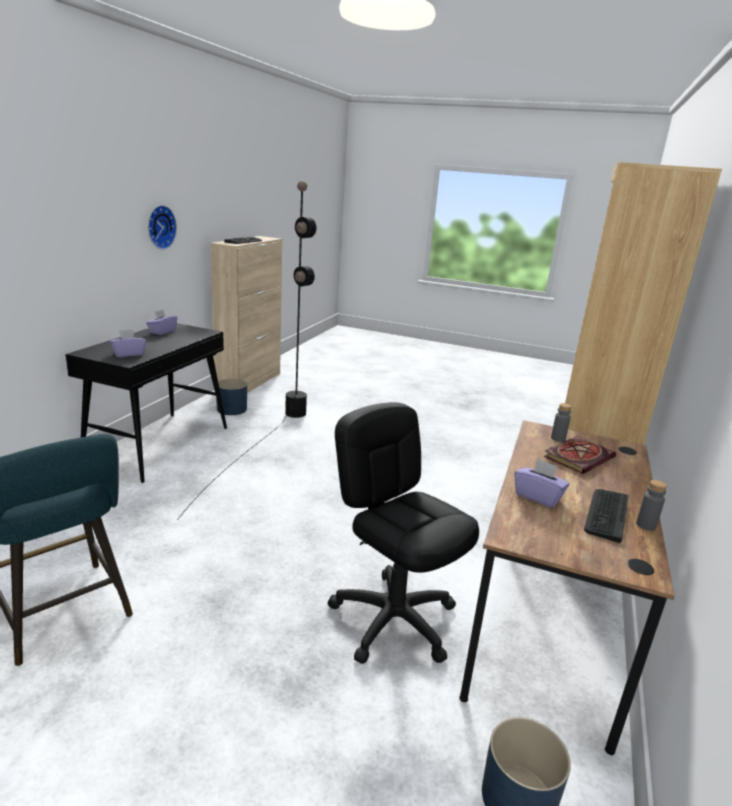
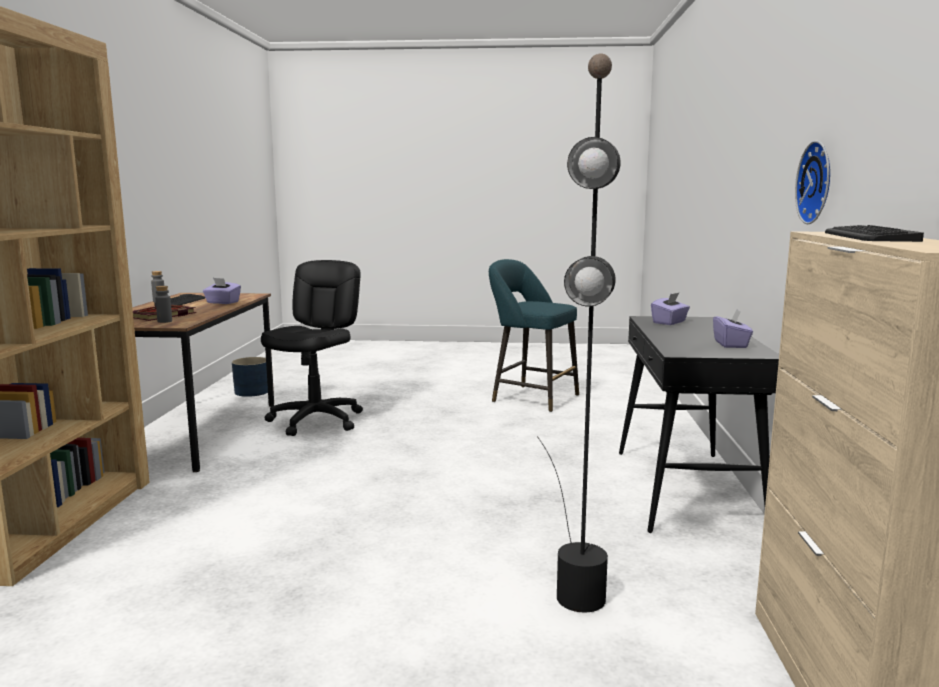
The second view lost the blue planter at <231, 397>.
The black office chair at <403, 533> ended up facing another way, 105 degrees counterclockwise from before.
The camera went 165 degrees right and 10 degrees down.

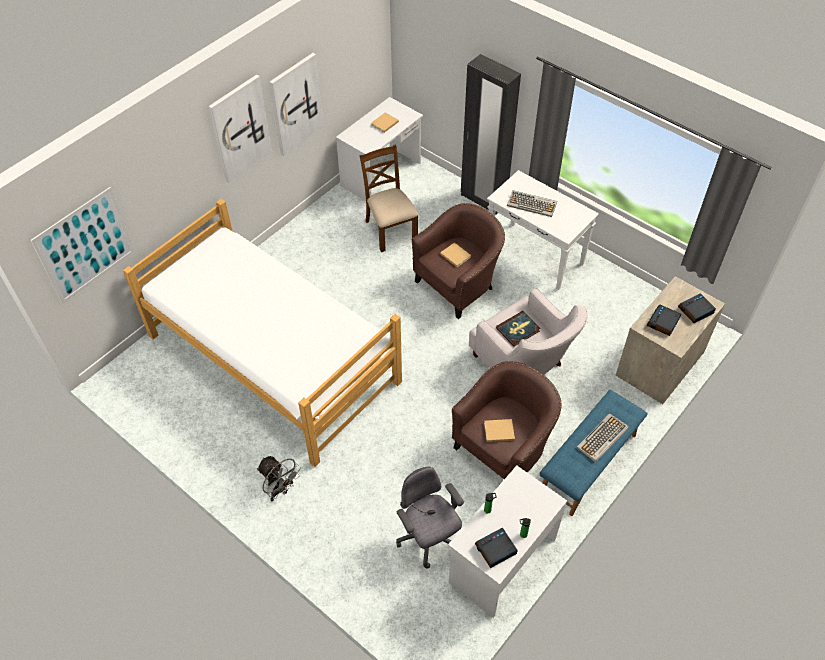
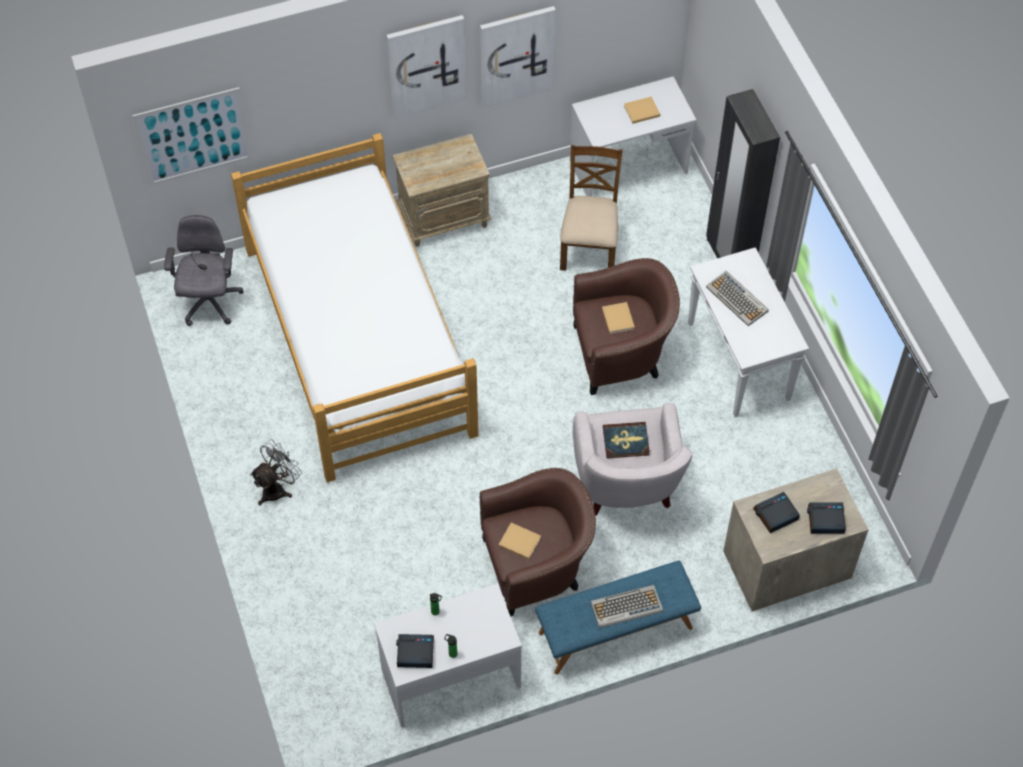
The grey fan at <279, 478> ended up facing another way, 120 degrees counterclockwise from before.
The grey office chair ended up elsewhere, having gone from <430, 517> to <204, 270>.
The second view gained the beige nightstand at <442, 190>.
The camera went 30 degrees right and 5 degrees up.

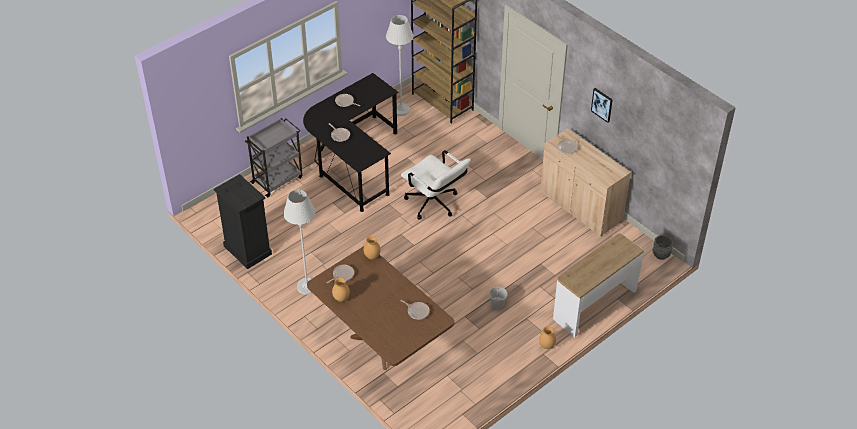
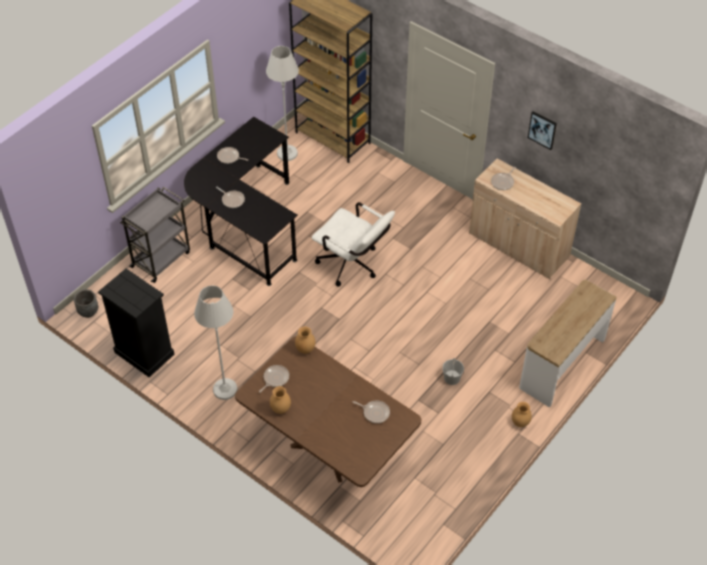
The grey planter ended up elsewhere, having gone from <663, 247> to <86, 303>.
The camera went 10 degrees left and 5 degrees up.

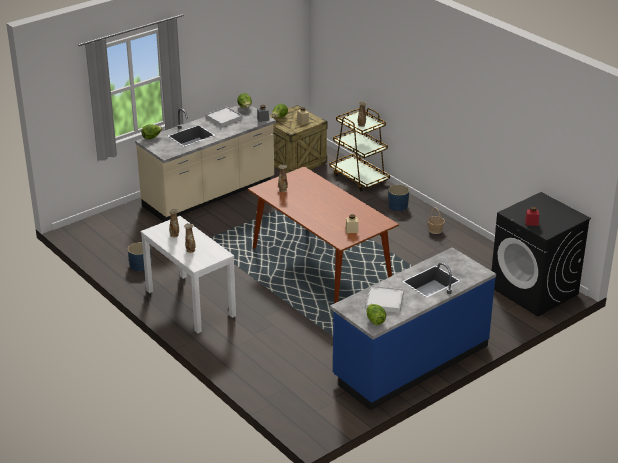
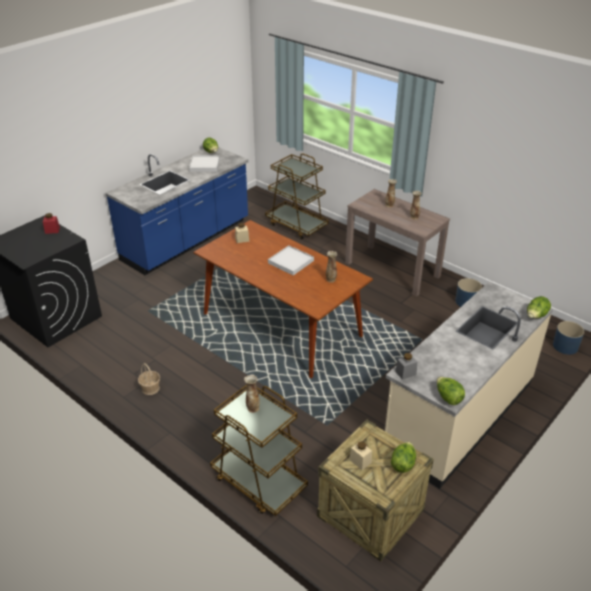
The white tray ended up elsewhere, having gone from <224, 117> to <291, 260>.
The blue planter ended up elsewhere, having gone from <398, 198> to <568, 338>.
What was the white console table at <188, 274> turned into the brown console table at <397, 243>.
The second view gained the brown cart at <297, 196>.
The camera went 170 degrees right and 5 degrees up.

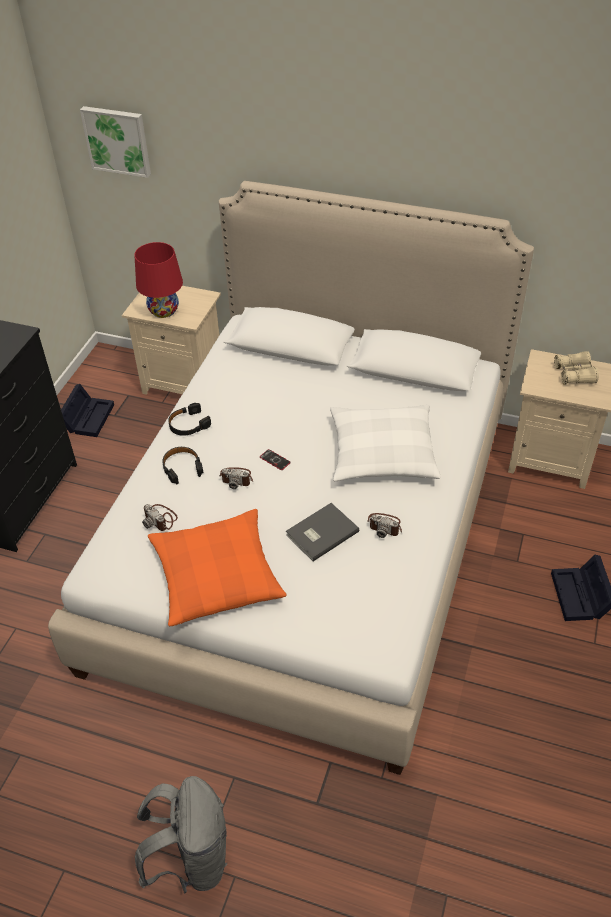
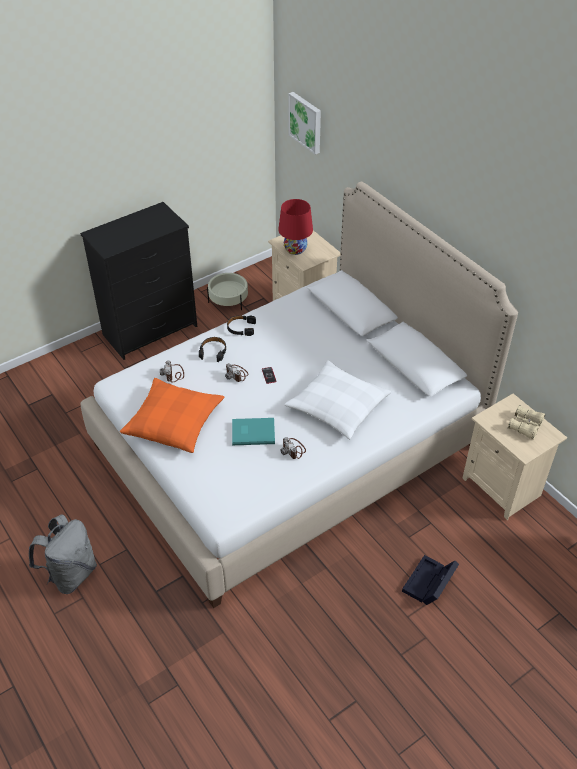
Where the black storage box stood at <87, 410>, the beige planter came to stand at <227, 292>.
What was the grey book at <322, 532> turned into the turquoise book at <253, 431>.
The camera went 35 degrees right and 0 degrees up.

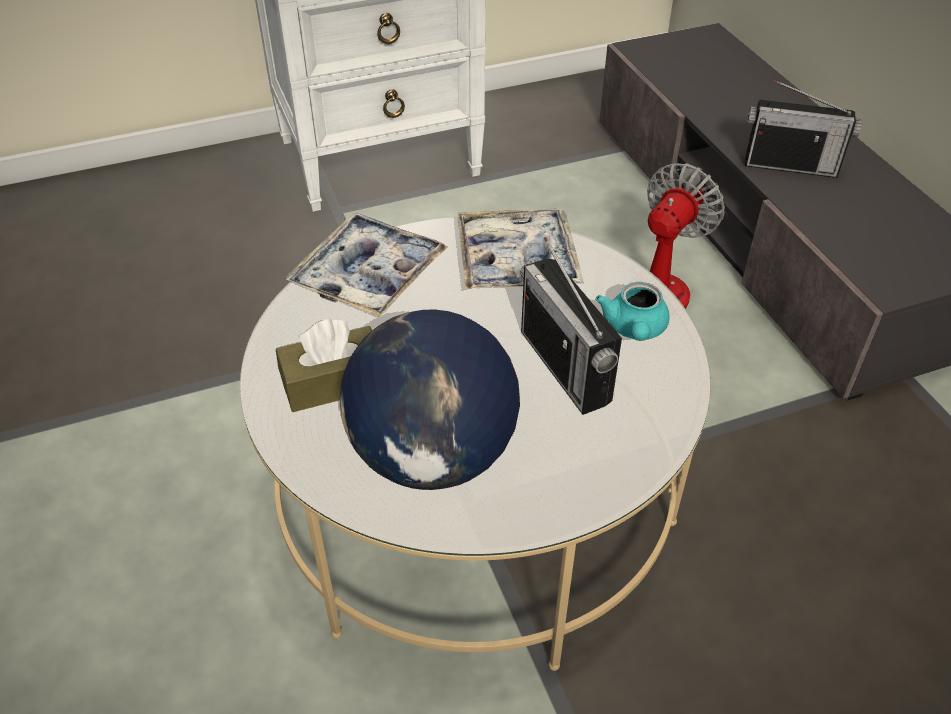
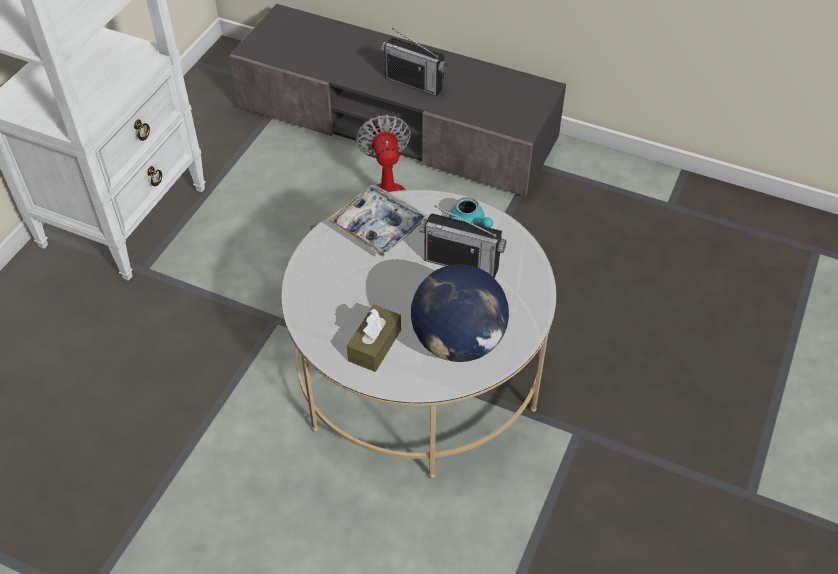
The radio at <803, 129> ended up facing another way, 60 degrees clockwise from before.
The second view lost the tray at <367, 265>.
The camera went 45 degrees left and 5 degrees up.

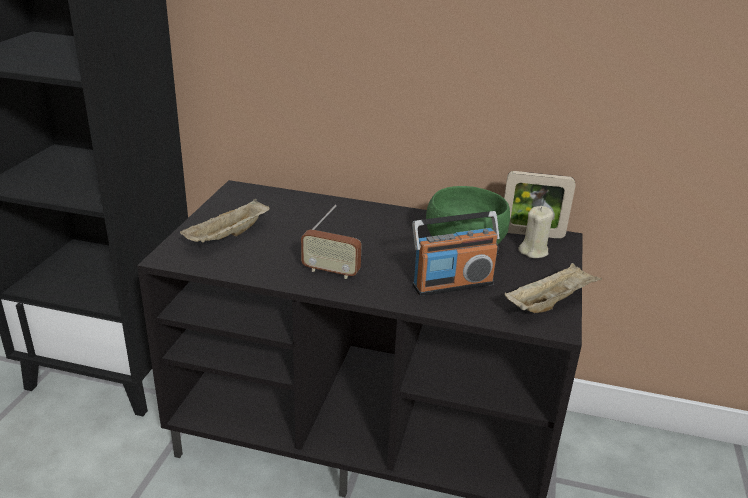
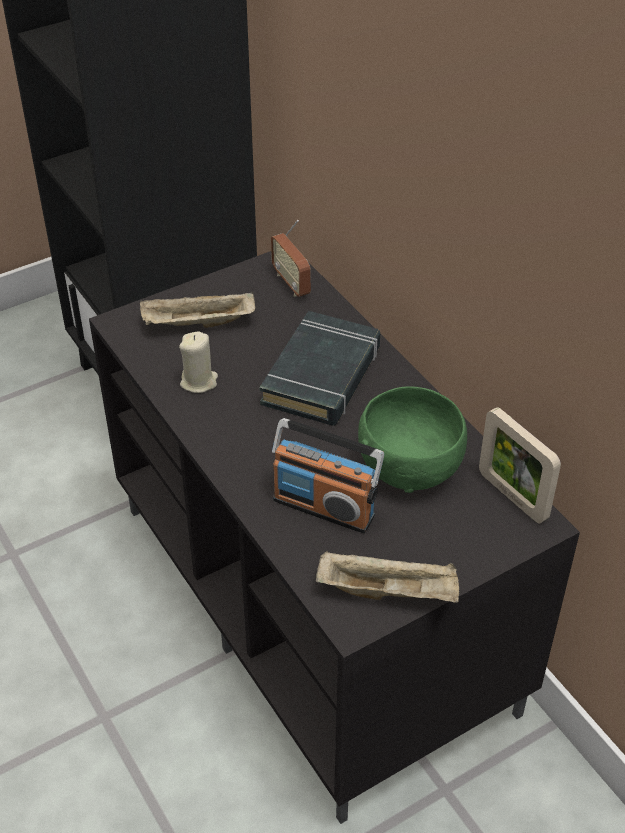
The radio ended up elsewhere, having gone from <331, 242> to <291, 258>.
The beige candle ended up elsewhere, having gone from <535, 232> to <198, 362>.
The second view gained the black book at <319, 368>.
The camera went 45 degrees right and 15 degrees up.

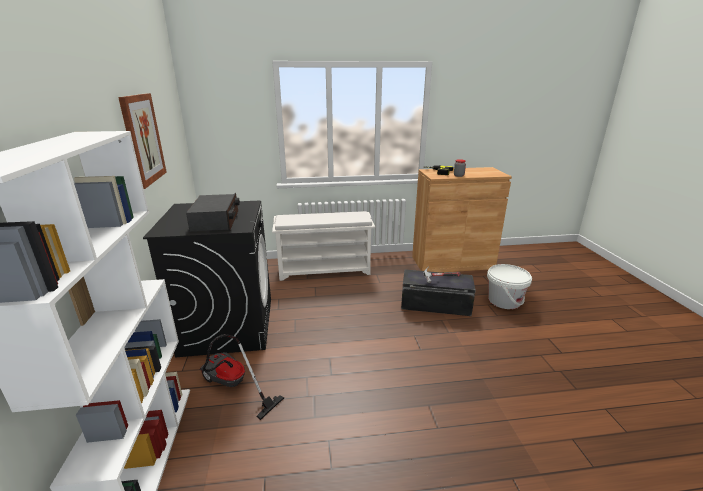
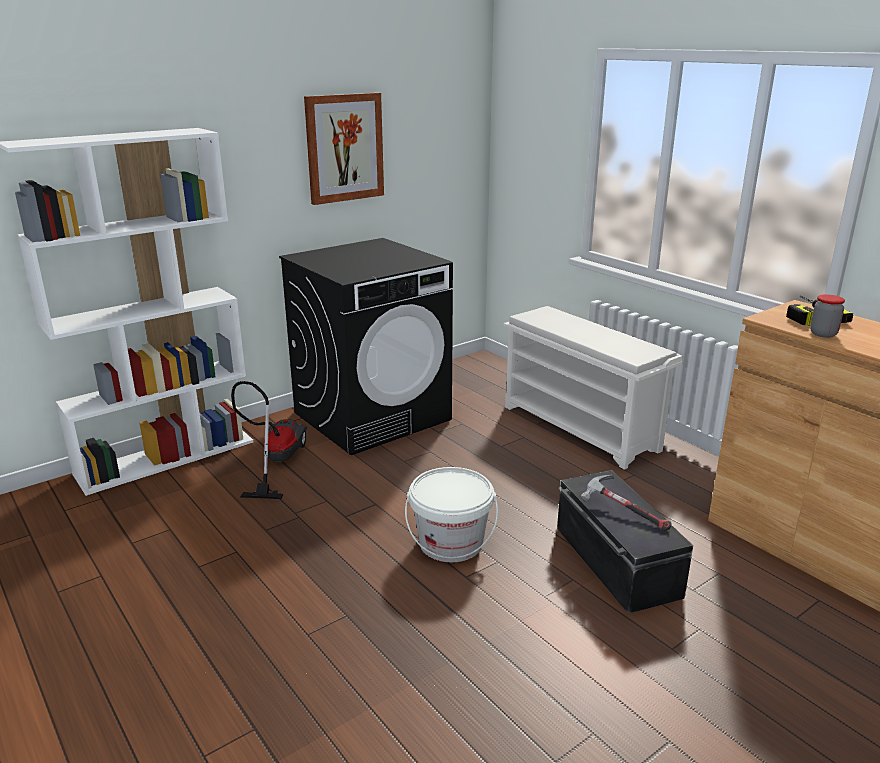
The second view lost the radio at <213, 212>.
The white bucket ended up elsewhere, having gone from <509, 286> to <451, 514>.
The camera went 60 degrees right and 0 degrees up.

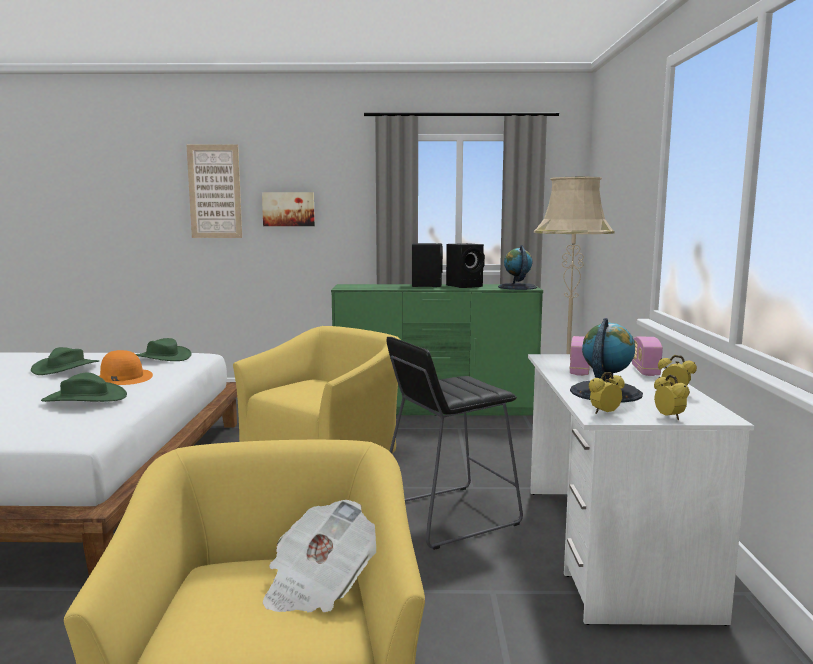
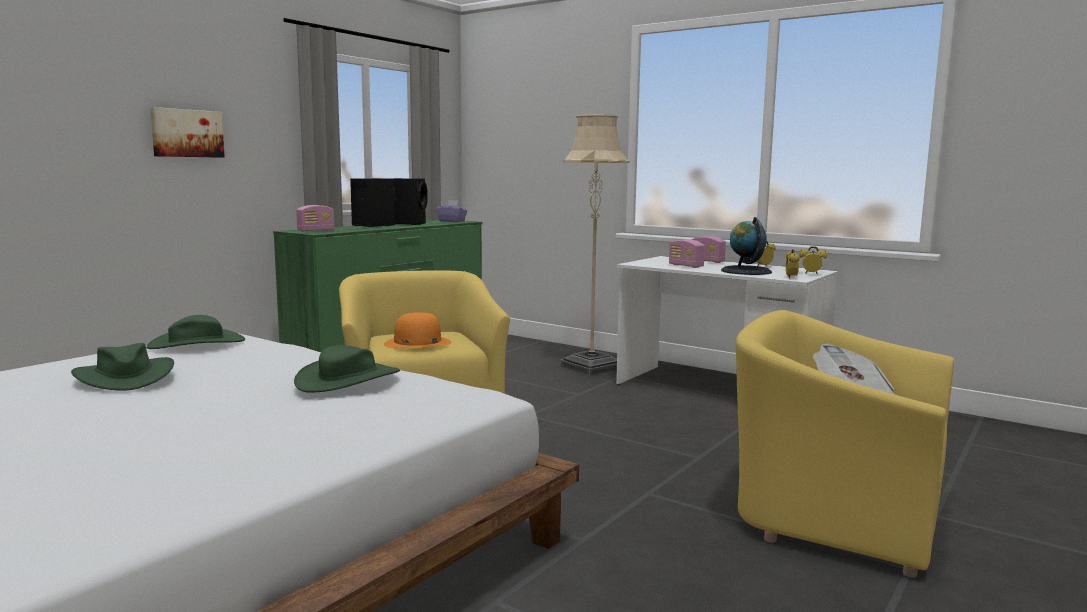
The second view lost the picture at <214, 191>.
Where the globe stood at <517, 267>, the purple tissue box came to stand at <451, 211>.
The second view lost the black stool at <454, 443>.
The orange hat ended up elsewhere, having gone from <126, 367> to <417, 330>.
The second view gained the radio at <315, 218>.
The camera went 55 degrees left and 0 degrees up.

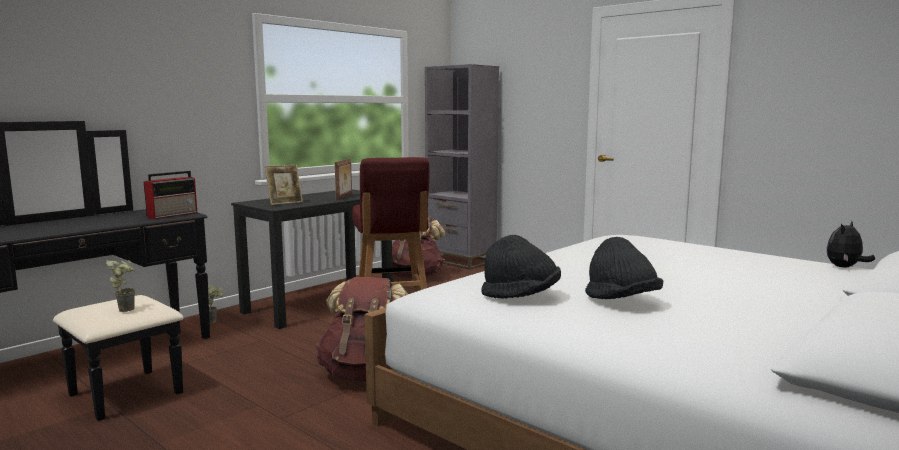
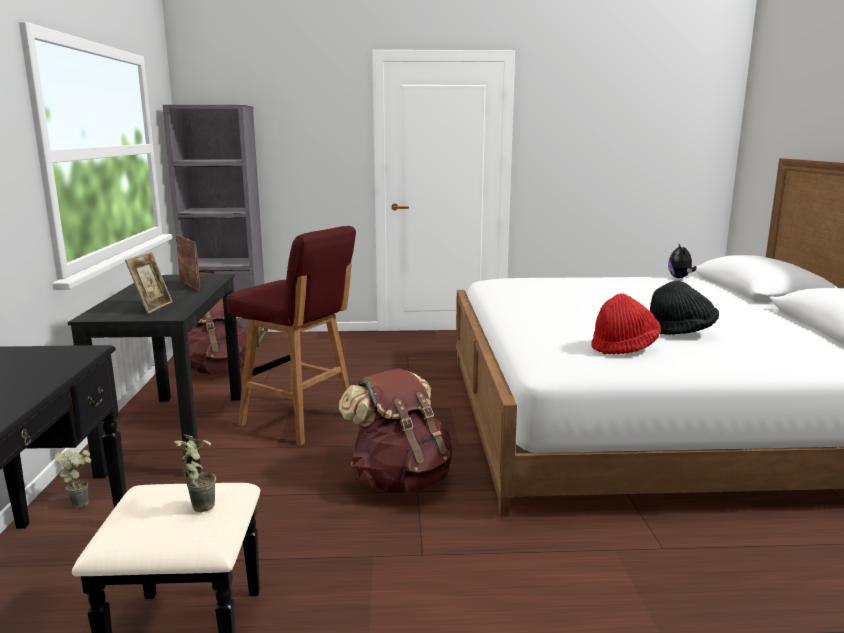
The second view lost the radio at <170, 195>.
What was the black hat at <521, 267> turned into the red hat at <626, 324>.
The camera went 45 degrees left and 5 degrees up.

